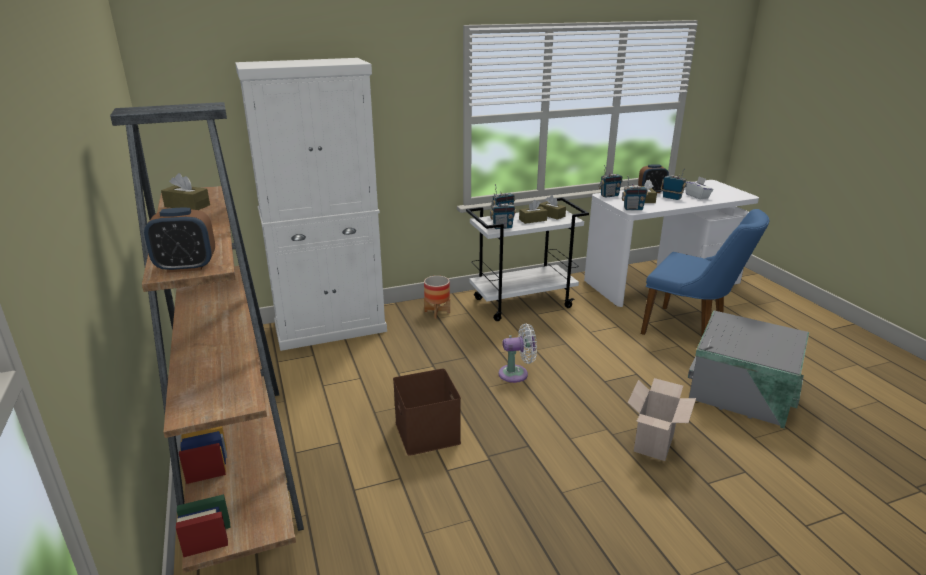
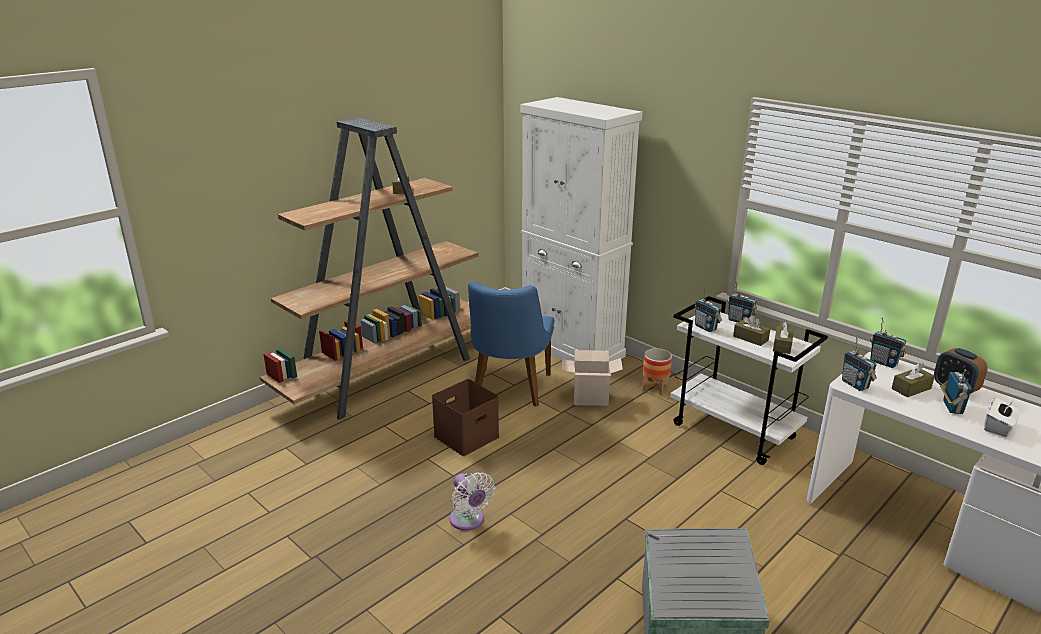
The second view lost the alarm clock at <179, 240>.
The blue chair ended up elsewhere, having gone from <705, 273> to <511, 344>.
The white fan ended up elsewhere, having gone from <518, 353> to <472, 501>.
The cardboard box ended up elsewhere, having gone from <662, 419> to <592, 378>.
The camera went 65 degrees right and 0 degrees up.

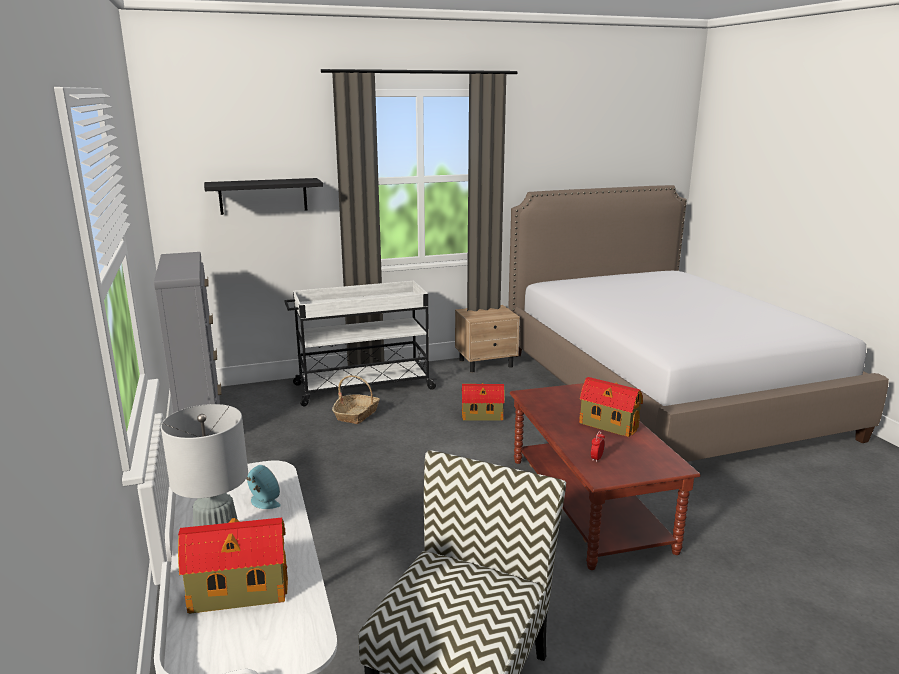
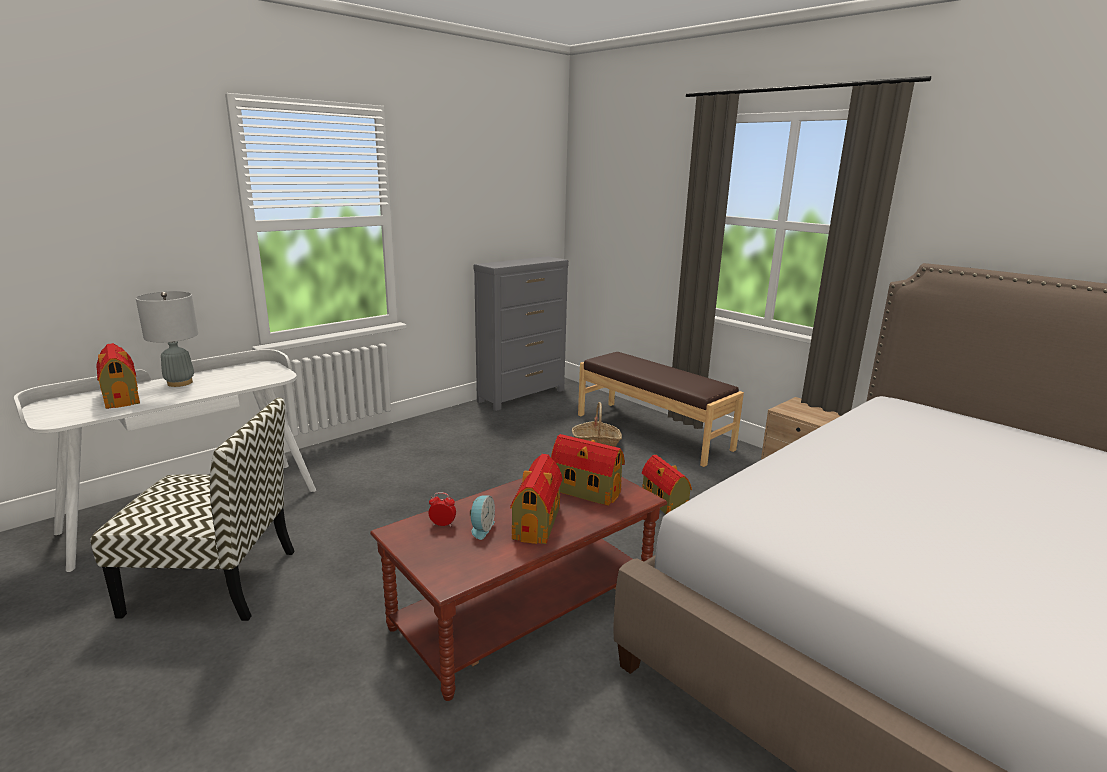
The second view lost the black shelf at <263, 196>.
Where the white cart stood at <360, 344>, the brown bench came to stand at <661, 409>.
The alarm clock ended up elsewhere, having gone from <263, 487> to <482, 517>.
The second view gained the toy house at <588, 470>.
The camera went 65 degrees right and 0 degrees up.

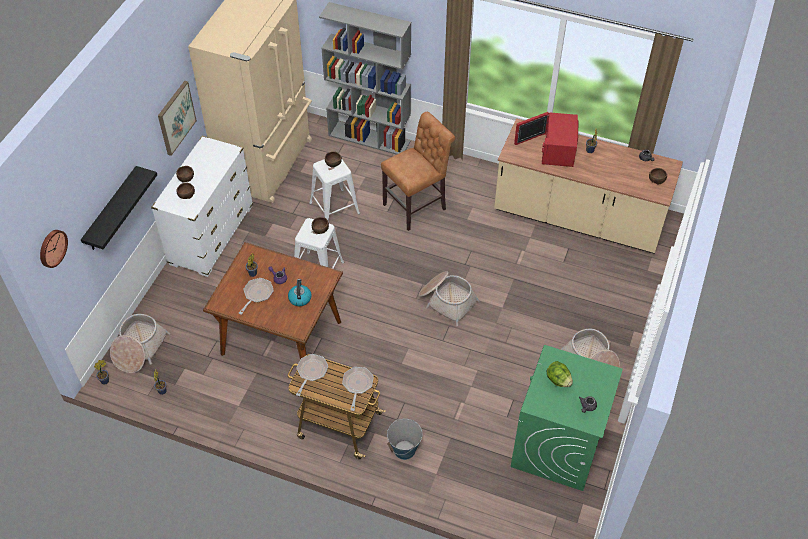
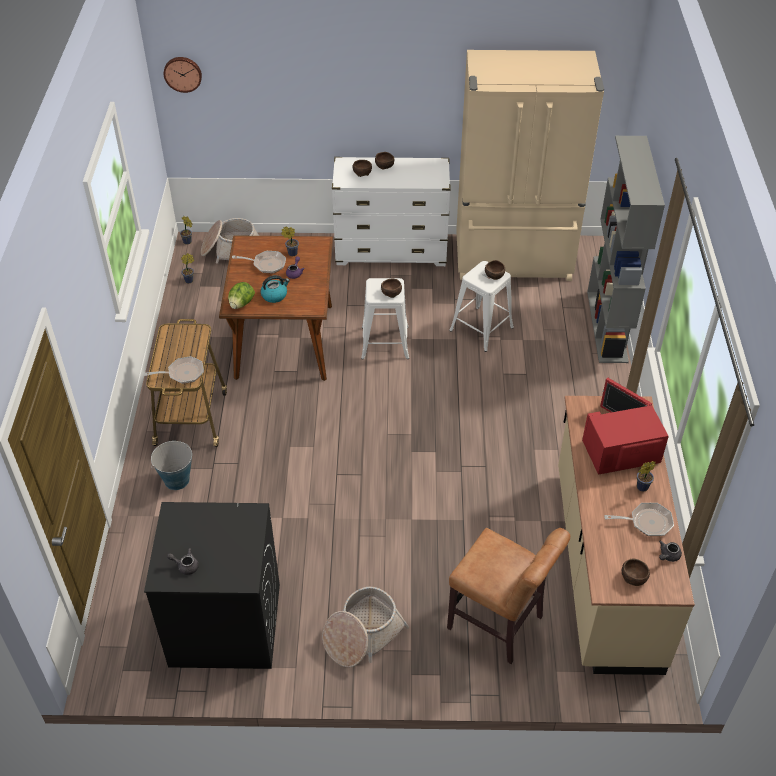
The second view lost the picture at <177, 118>.
The brown chair ended up elsewhere, having gone from <418, 171> to <508, 596>.
The second view lost the black shelf at <119, 208>.
The second view lost the basket at <449, 298>.
What was the green washing machine at <567, 418> turned into the black washing machine at <212, 585>.
The frying pan ended up elsewhere, having gone from <312, 375> to <639, 519>.
The lettuce ended up elsewhere, having gone from <560, 374> to <241, 295>.
The camera went 70 degrees right and 5 degrees down.

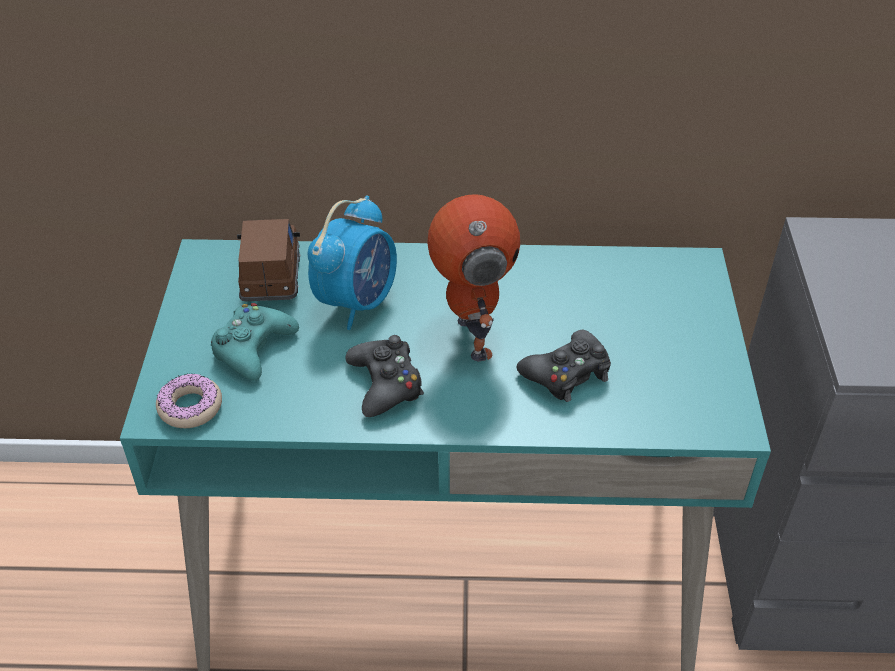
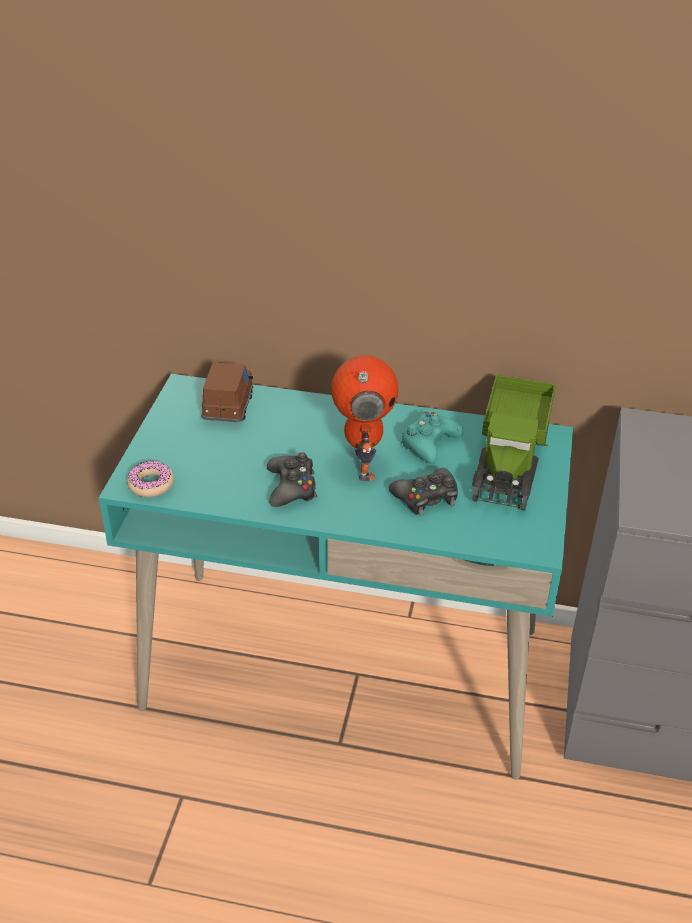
The second view lost the alarm clock at <352, 262>.
The turquoise game controller ended up elsewhere, having gone from <255, 342> to <432, 438>.
The second view gained the toy truck at <514, 442>.
The camera went 10 degrees right and 5 degrees down.

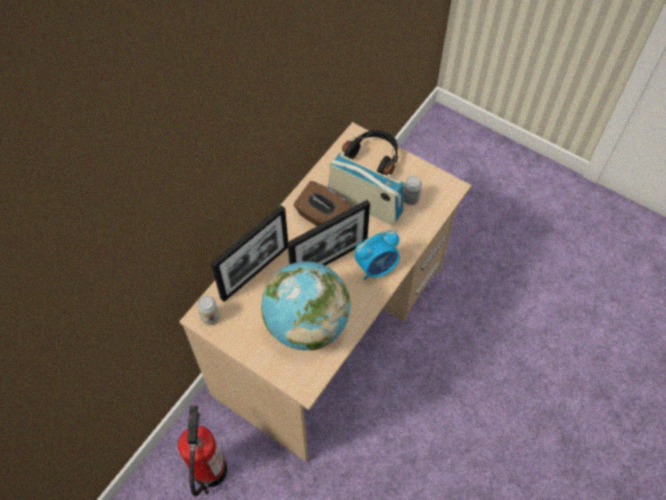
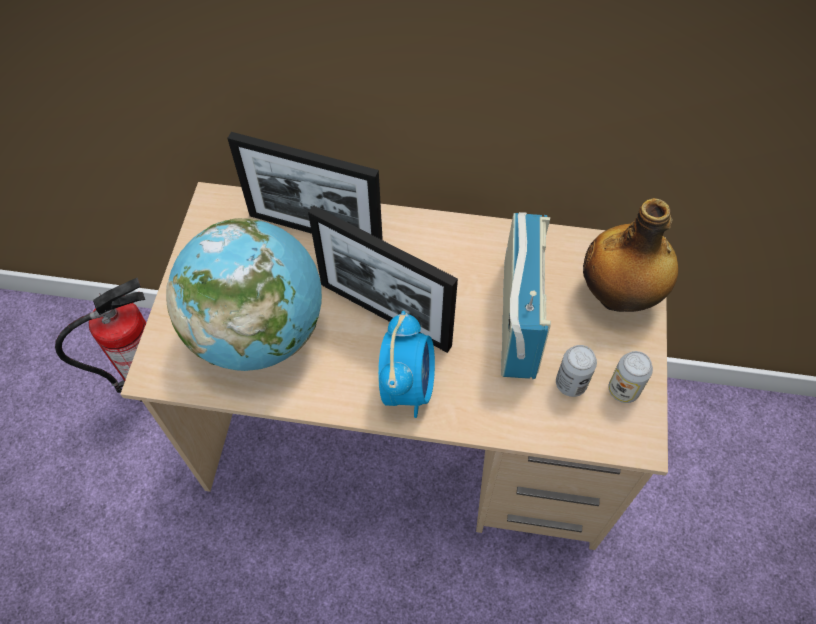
Where the black headphones stood at <370, 153>, the bottle came to stand at <630, 255>.
The second view lost the brown tissue box at <322, 203>.
The alarm clock at <377, 255> ended up facing another way, 120 degrees counterclockwise from before.
The can ended up elsewhere, having gone from <208, 310> to <631, 377>.
The camera went 65 degrees right and 0 degrees up.

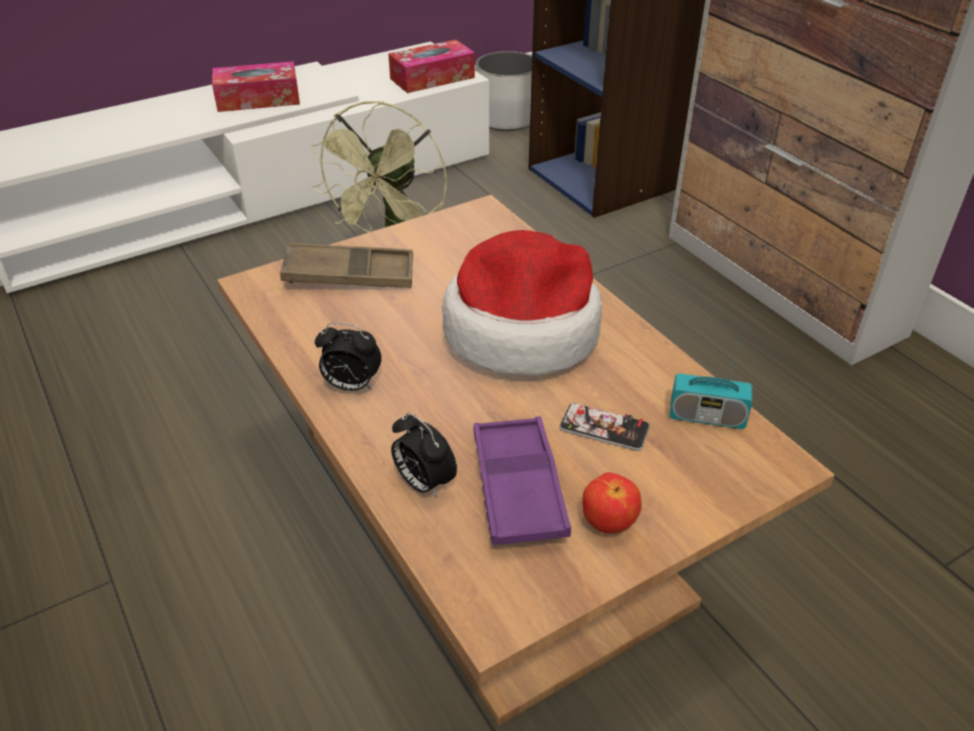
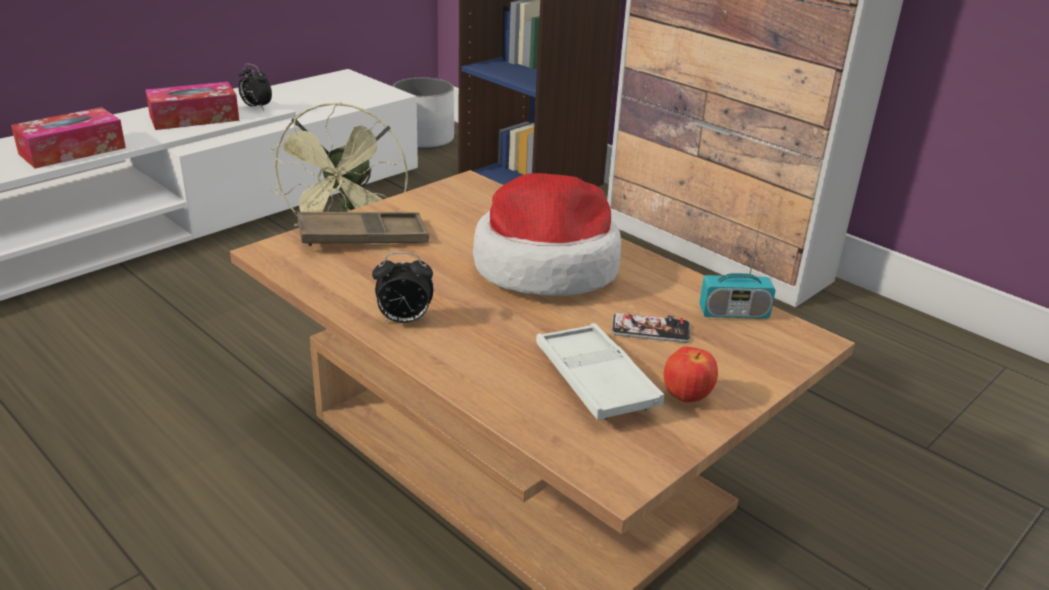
The tissue box ended up elsewhere, having gone from <431, 66> to <68, 137>.
The alarm clock ended up elsewhere, having gone from <424, 455> to <255, 86>.
What was the purple tray at <522, 480> turned into the white tray at <600, 371>.
The camera went 15 degrees left and 10 degrees down.

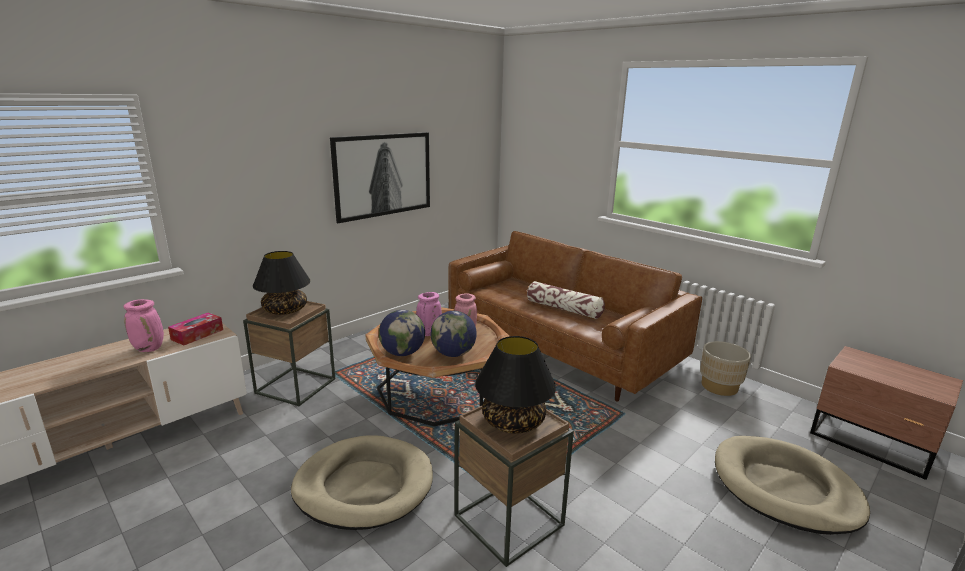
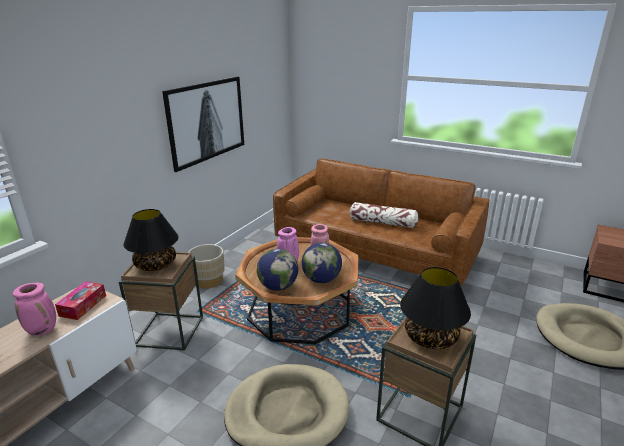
The beige planter ended up elsewhere, having gone from <725, 368> to <206, 266>.
The camera went 15 degrees left and 5 degrees up.

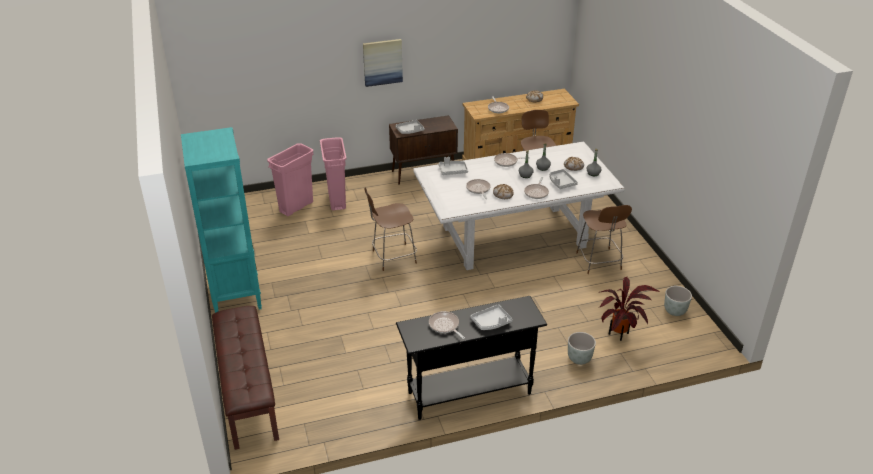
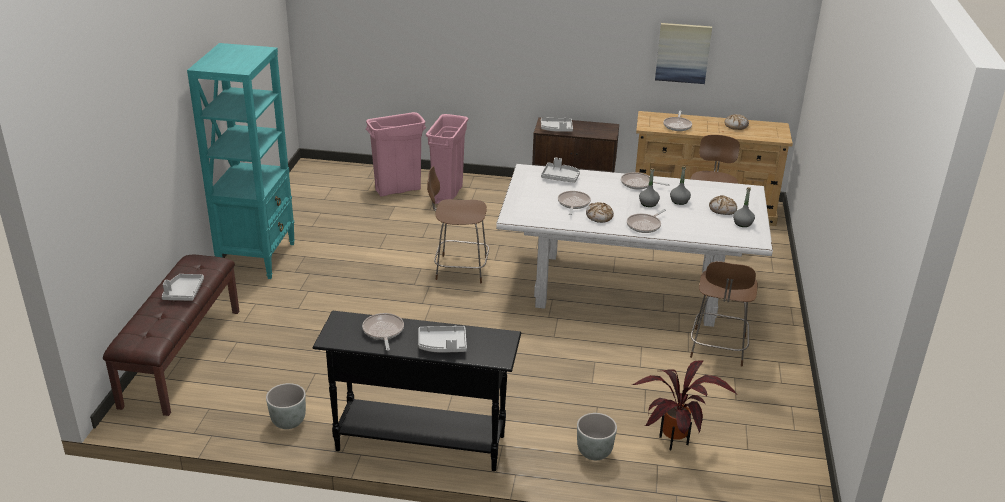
The picture ended up elsewhere, having gone from <383, 63> to <683, 53>.
The grey tray ended up elsewhere, having gone from <563, 179> to <182, 287>.
The grey planter ended up elsewhere, having gone from <678, 301> to <286, 406>.
The camera went 25 degrees right and 5 degrees down.

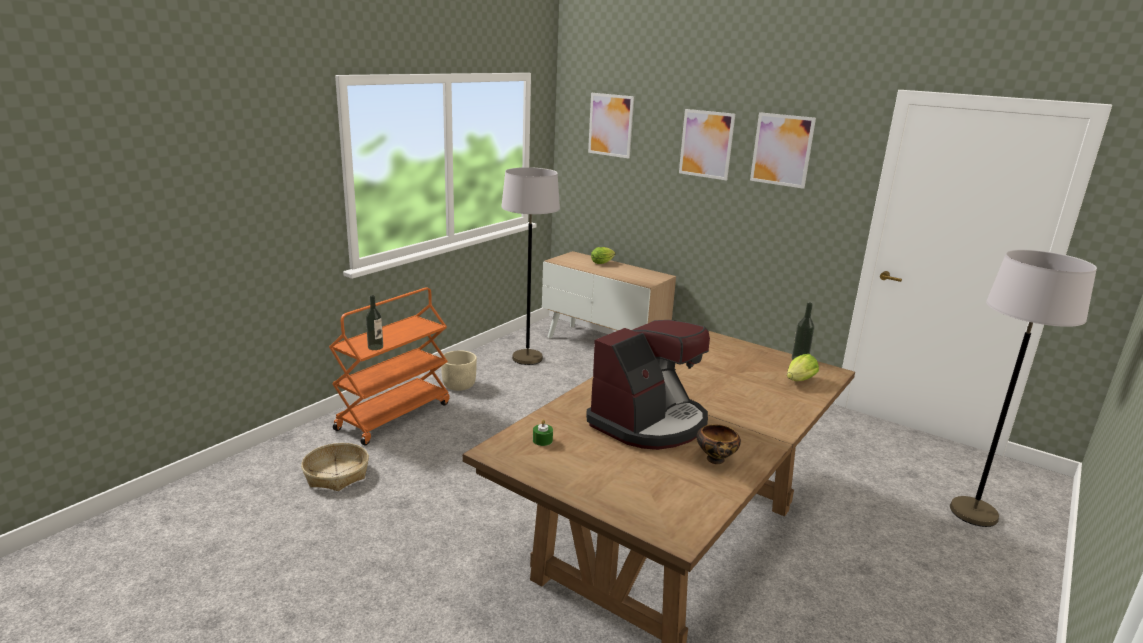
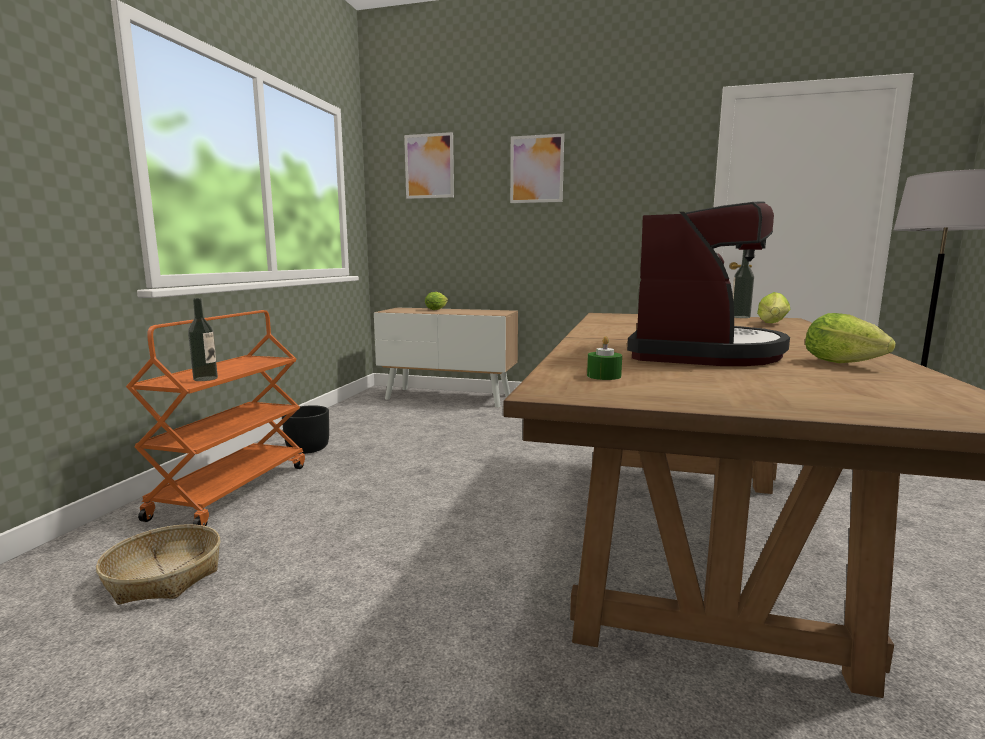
The second view lost the picture at <783, 150>.
The second view lost the grey floor lamp at <530, 266>.
What was the beige planter at <459, 370> turned into the black planter at <305, 429>.
Where the bowl stood at <718, 444>, the lettuce came to stand at <850, 338>.
The camera went 20 degrees left and 10 degrees down.

